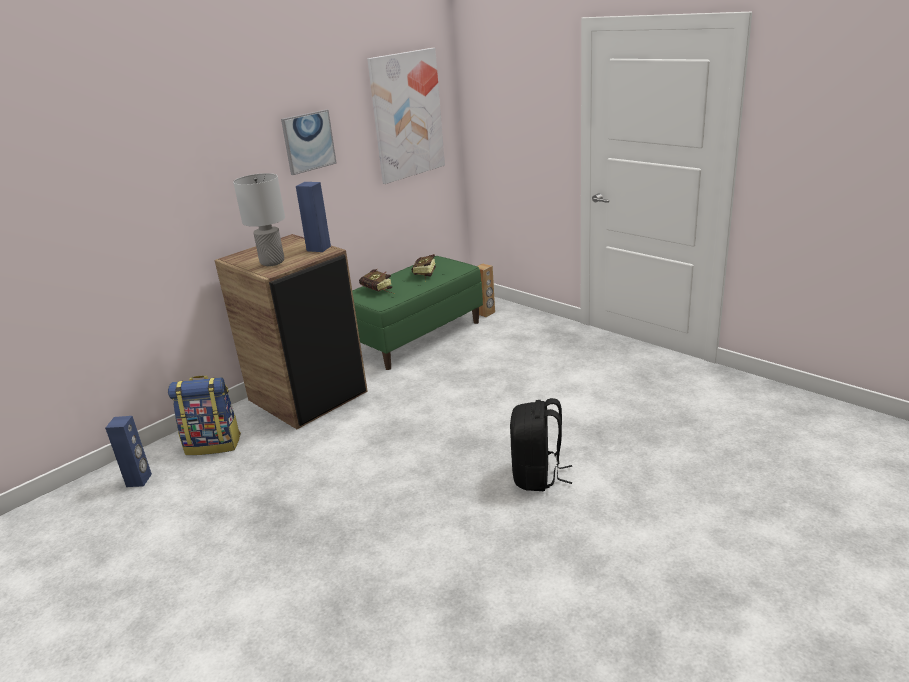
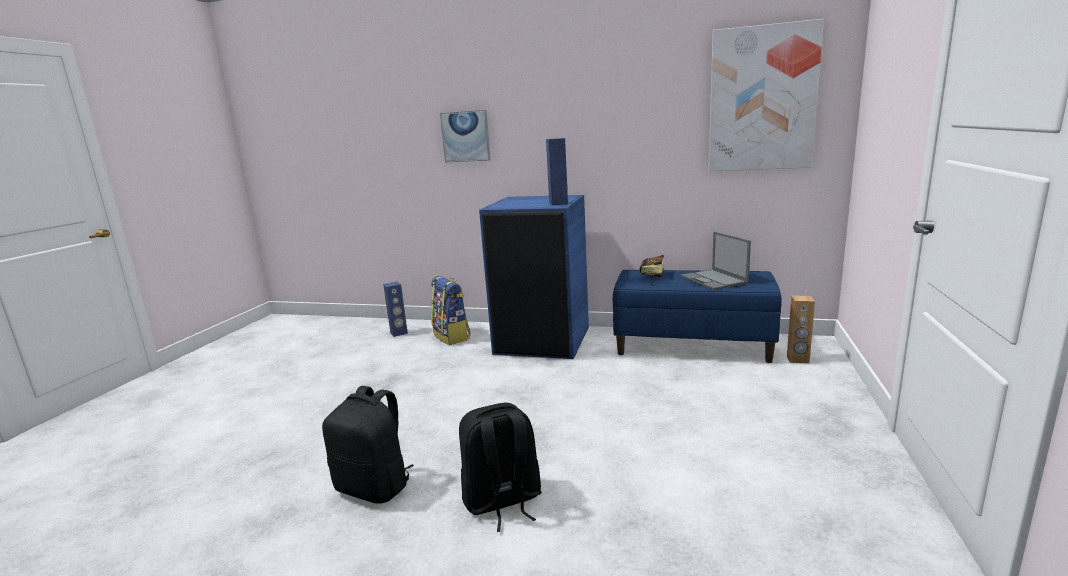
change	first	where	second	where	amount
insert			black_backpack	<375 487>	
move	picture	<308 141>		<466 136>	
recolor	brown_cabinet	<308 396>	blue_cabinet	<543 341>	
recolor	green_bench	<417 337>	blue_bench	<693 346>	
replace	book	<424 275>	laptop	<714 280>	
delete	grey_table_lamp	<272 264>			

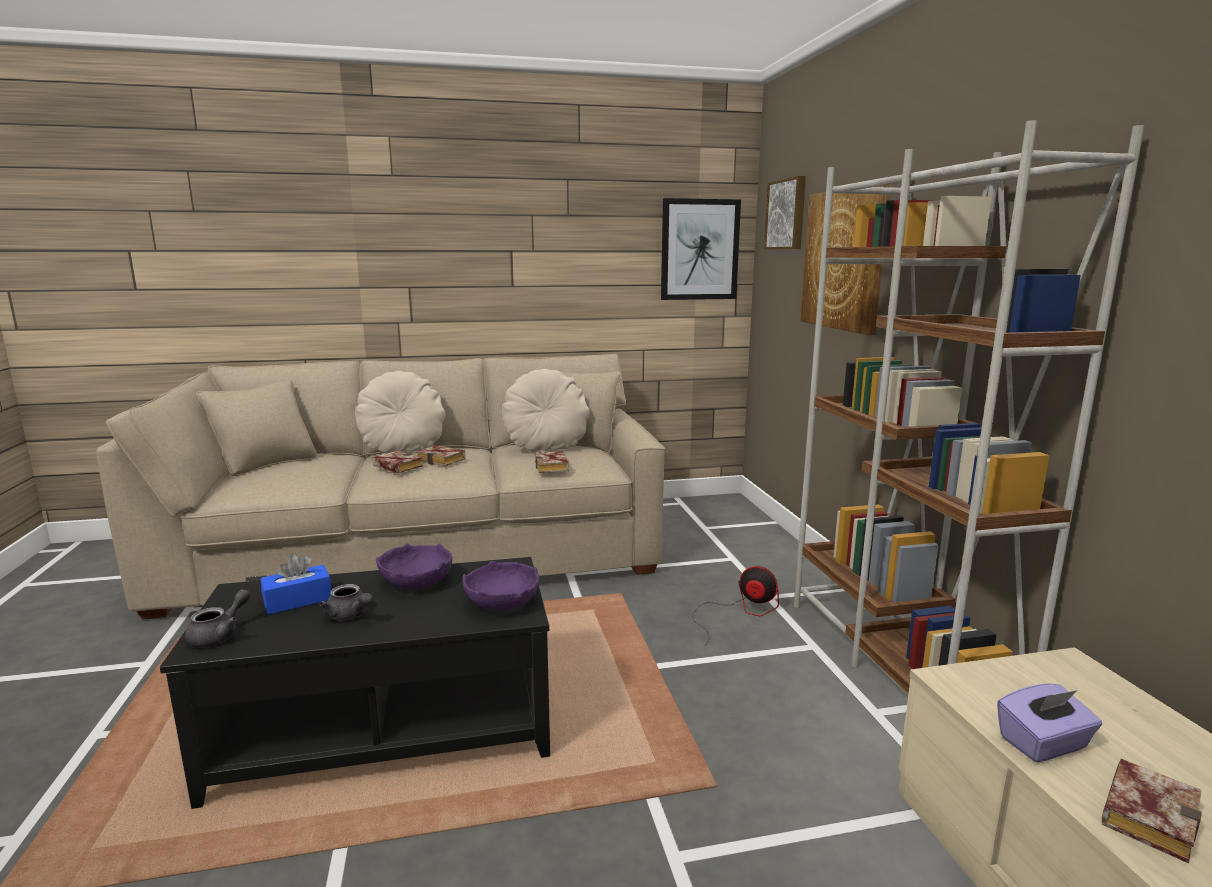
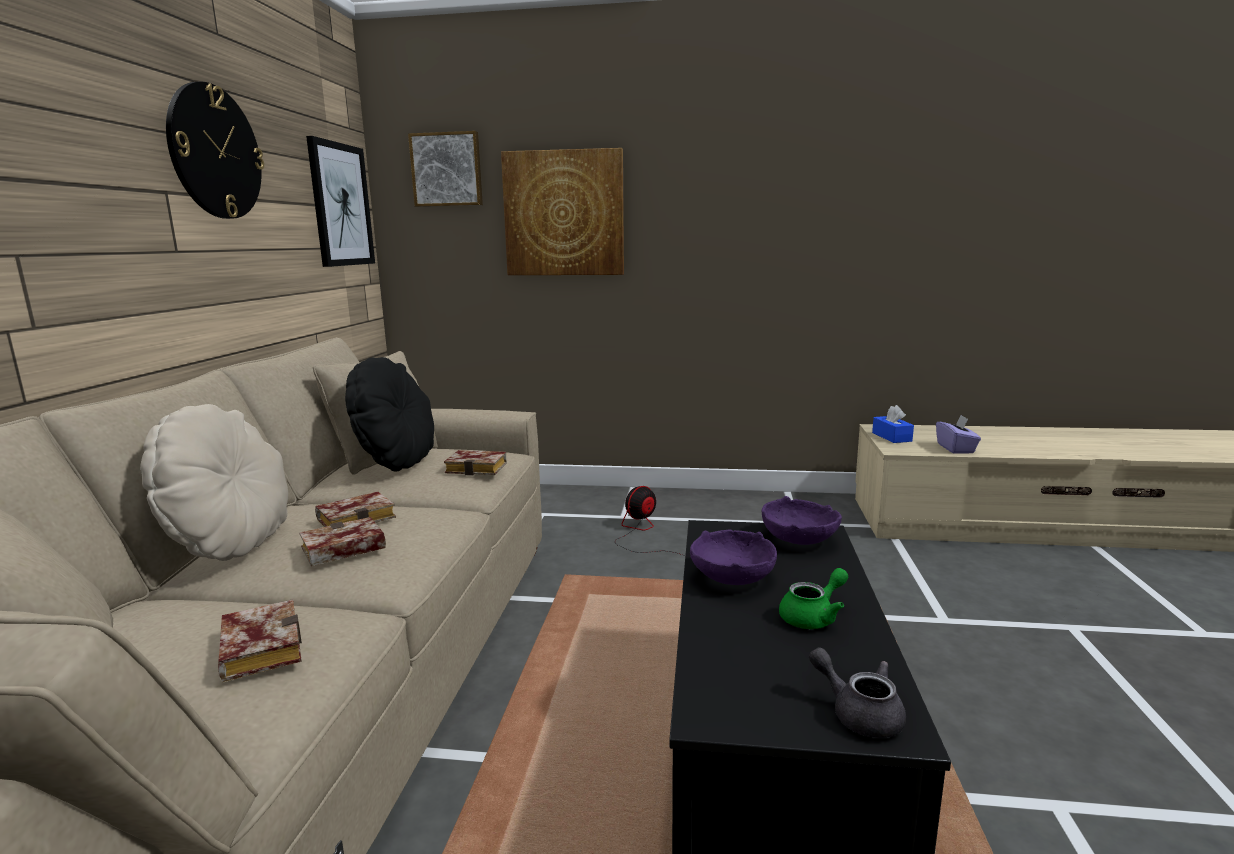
change	first	where	second	where	amount
insert			wall_clock	<215 152>	
move	book	<1145 813>		<258 647>	
recolor	beige_pillow	<546 448>	black_pillow	<397 464>	
recolor	grey_teapot	<350 616>	green_teapot	<813 617>	
move	blue_tissue_box	<298 600>		<891 437>	
delete	brown_bookcase	<894 662>			

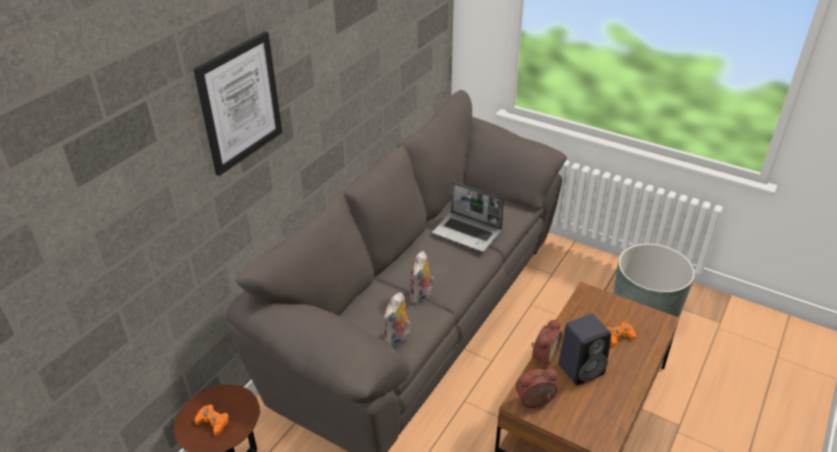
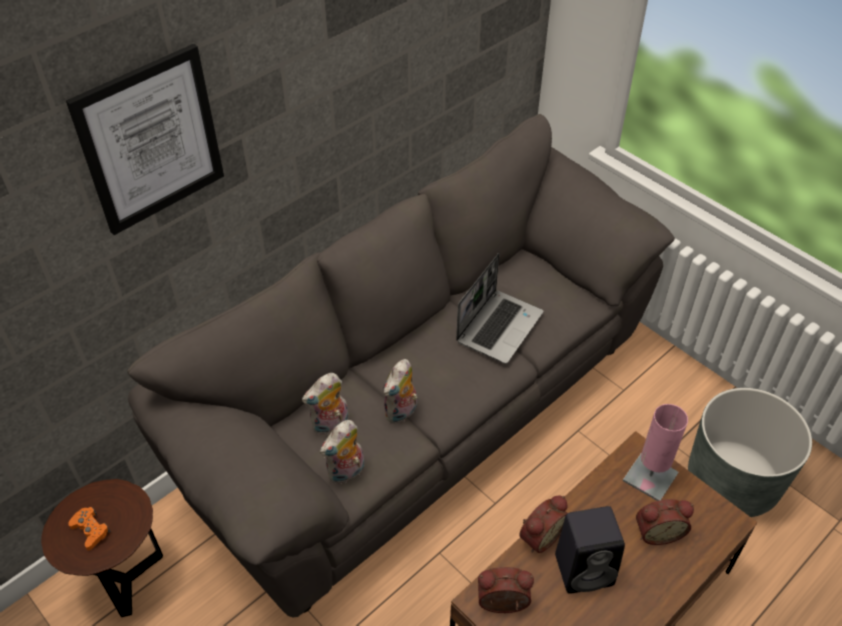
change	first	where	second	where	amount
insert			plush_toy	<330 425>	
rotate	laptop	<468 233>		<499 326>	105 degrees counterclockwise
insert			pink_table_lamp	<650 477>	
replace	orange_game_controller	<619 336>	alarm_clock	<657 531>	

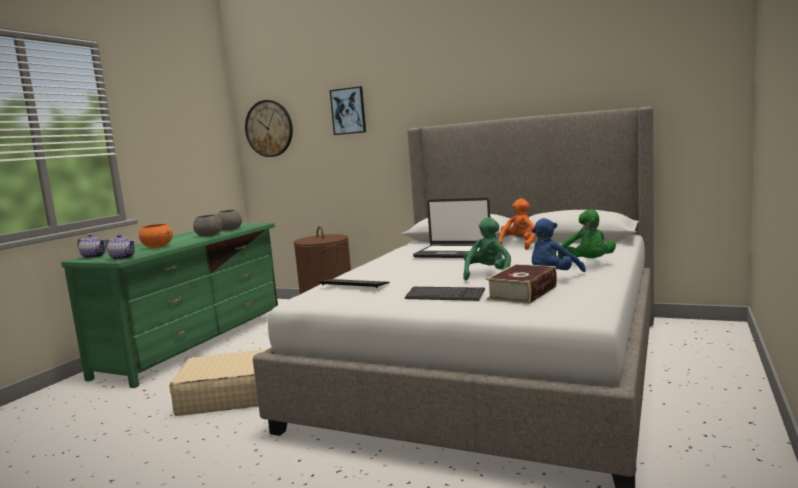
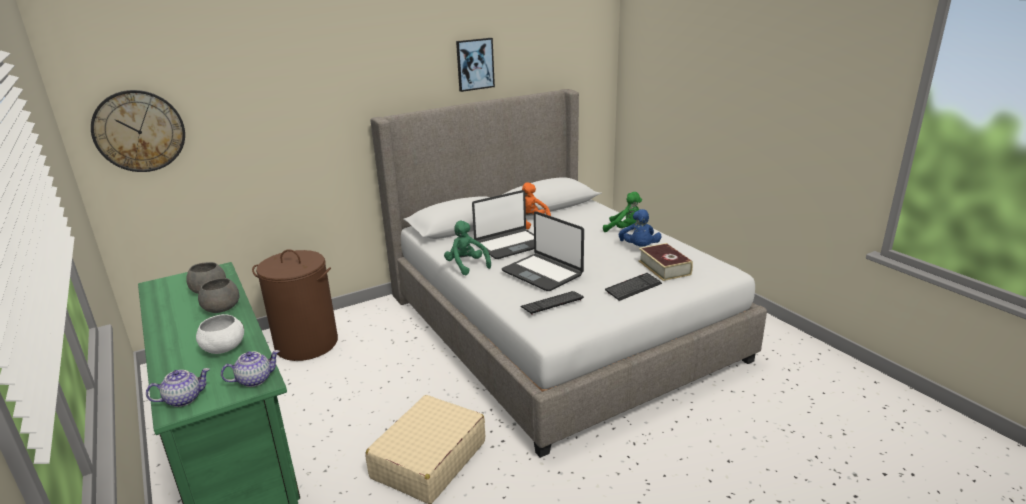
change	first	where	second	where	amount
recolor	orange_bowl	<157 247>	white_bowl	<224 348>	
move	green_plush_toy	<487 276>		<466 266>	
move	picture	<348 111>		<475 64>	
insert			laptop	<543 273>	

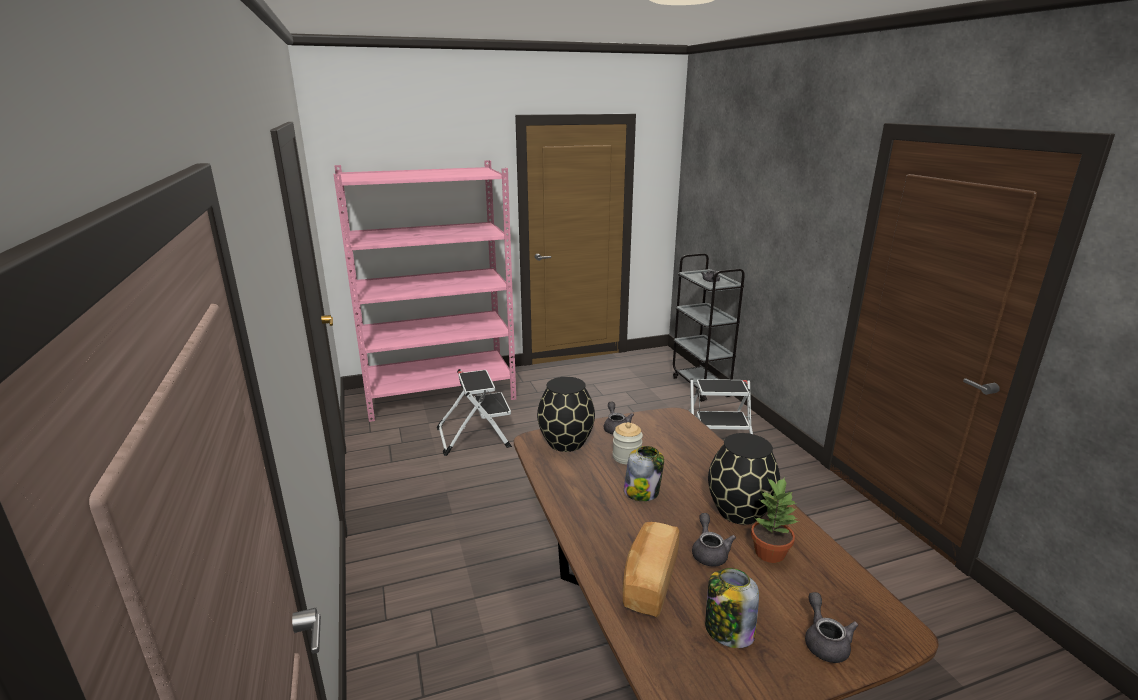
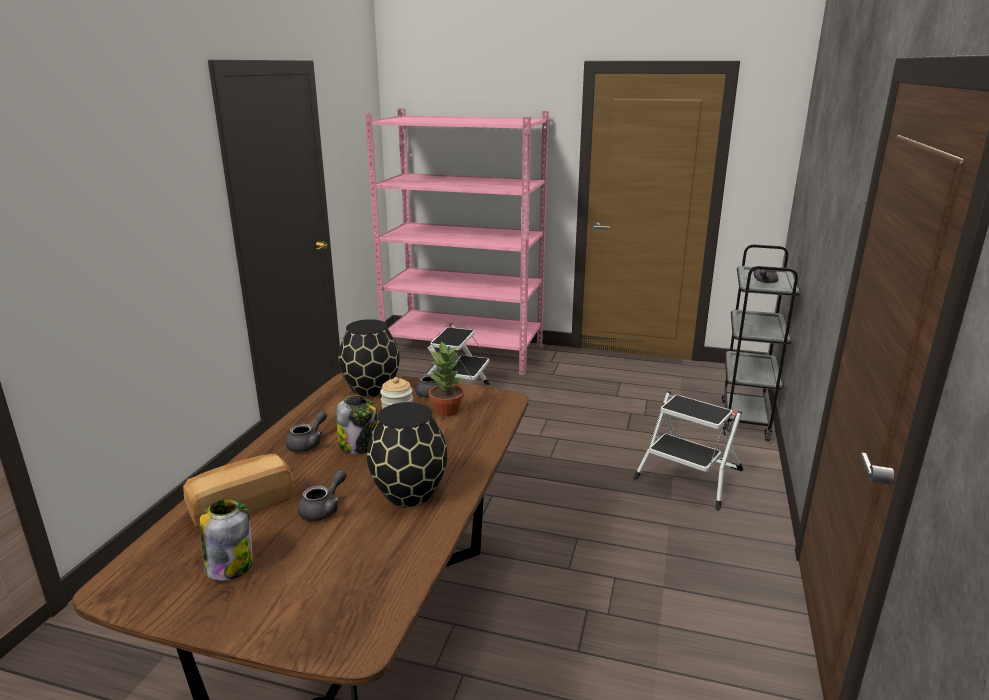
change	first	where	second	where	amount
move	grey_teapot	<824 641>		<308 443>	
move	potted_plant	<769 552>		<447 410>	

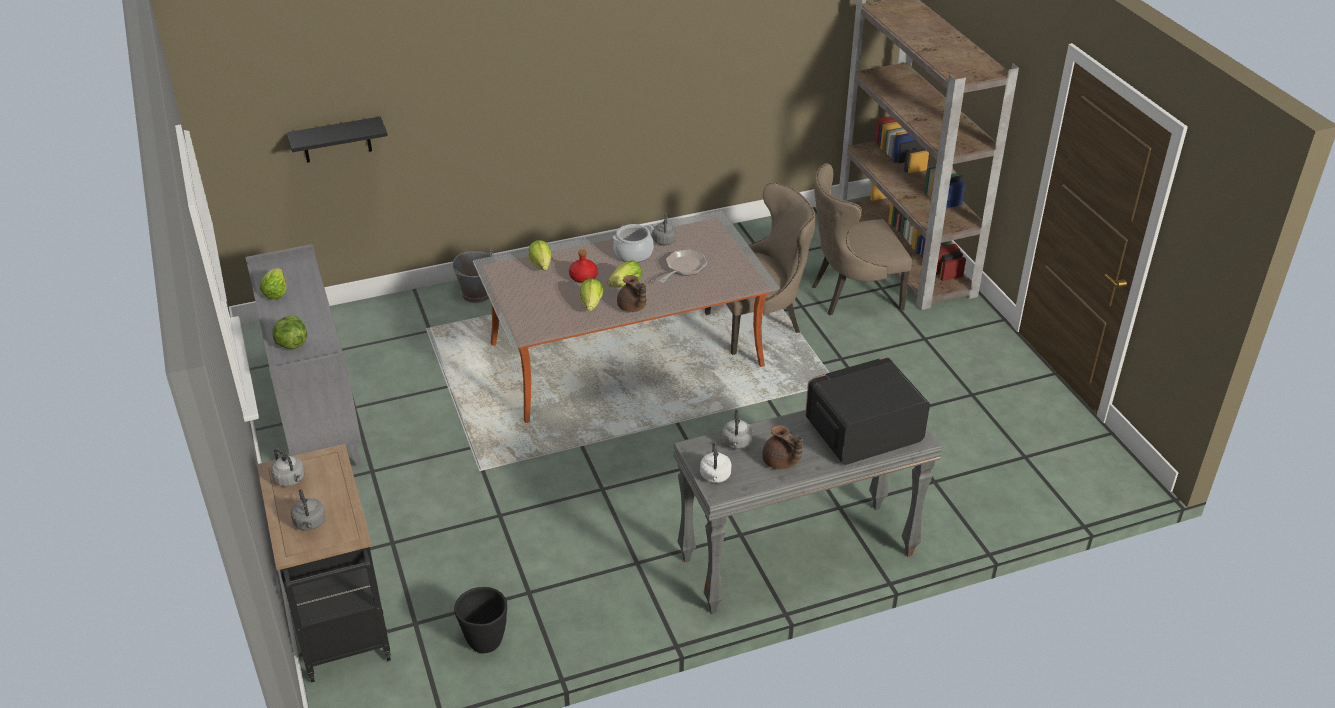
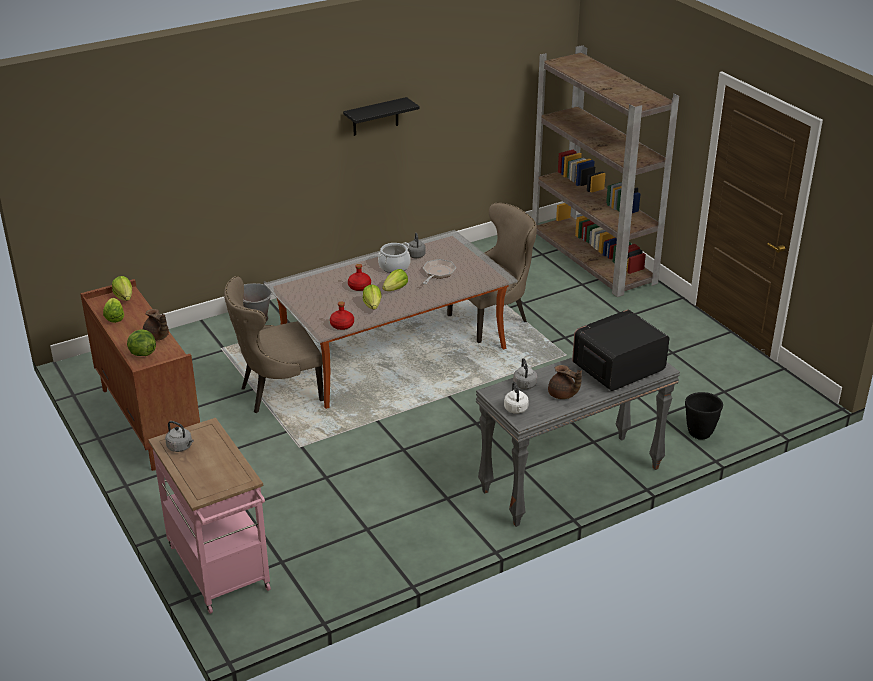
change	first	where	second	where	amount
recolor	grey_cabinet	<316 415>	brown_cabinet	<149 421>	
move	lettuce	<541 265>		<124 297>	
move	brown_teapot	<632 307>		<157 337>	
recolor	black_cart	<341 625>	pink_cart	<220 570>	
move	beige_chair	<852 295>		<277 392>	
insert			red_bottle	<342 325>	
move	black_shelf	<336 140>		<375 117>	
move	black_planter	<485 642>		<699 433>	
delete	grey_kettle	<310 523>			

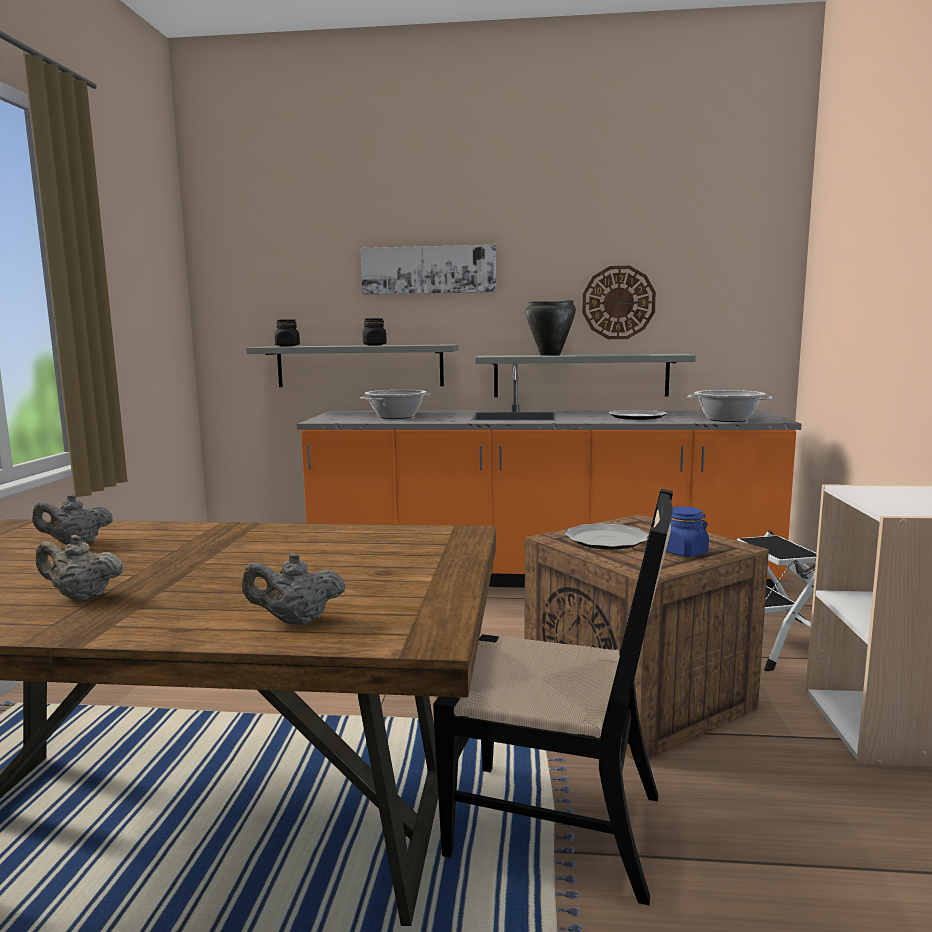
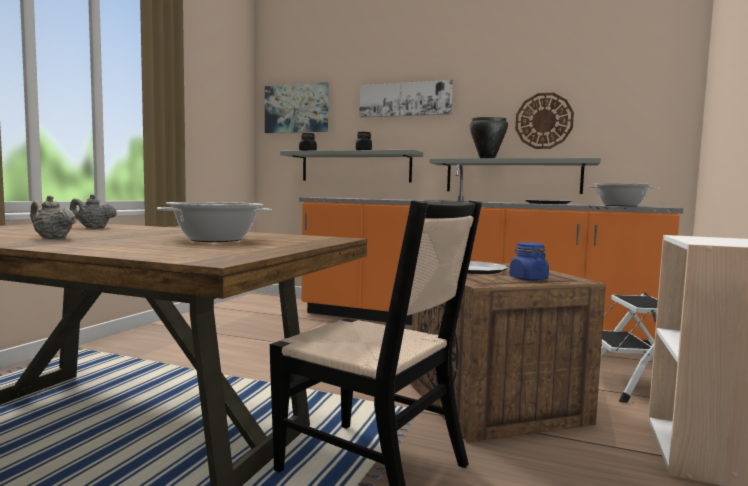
change	first	where	second	where	amount
move	cooking_pot	<396 416>		<216 239>	
insert			picture	<296 108>	
delete	grey_teapot	<295 621>			

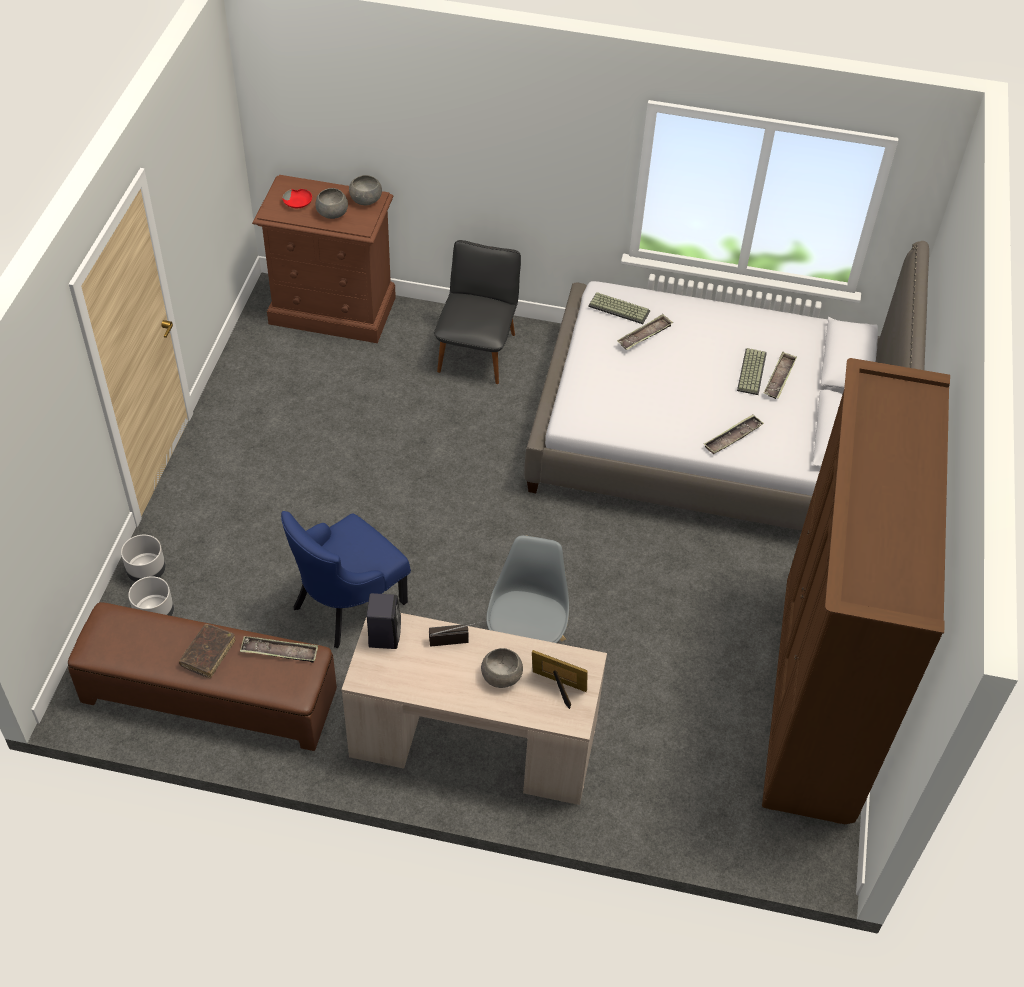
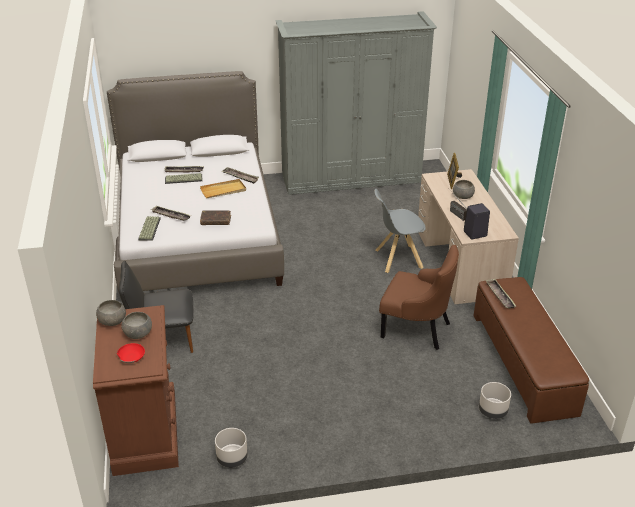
change	first	where	second	where	amount
insert			beige_tray	<223 190>	
move	brown_book	<208 654>		<215 221>	
move	grey_planter	<146 571>		<232 459>	
recolor	brown_wardrobe	<817 696>	grey_wardrobe	<351 178>	
recolor	blue_chair	<349 602>	brown_chair	<414 329>	

